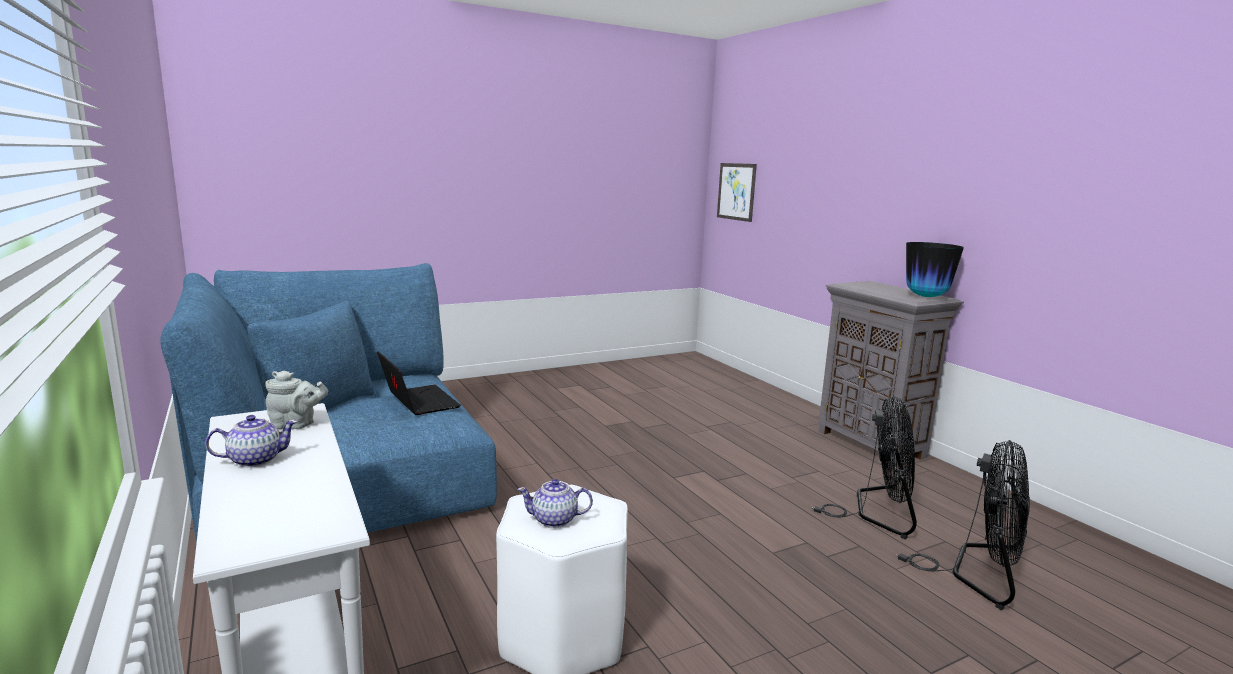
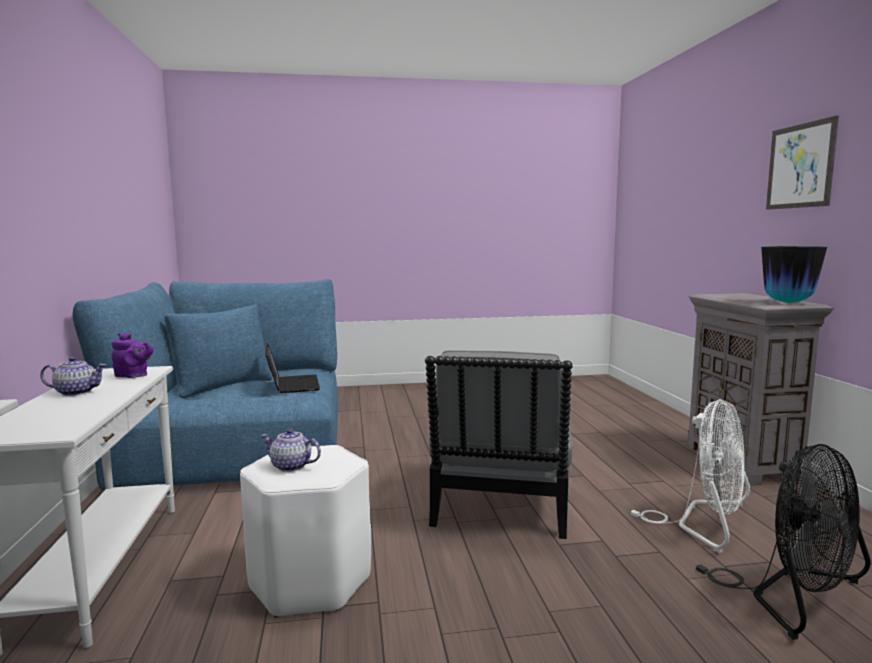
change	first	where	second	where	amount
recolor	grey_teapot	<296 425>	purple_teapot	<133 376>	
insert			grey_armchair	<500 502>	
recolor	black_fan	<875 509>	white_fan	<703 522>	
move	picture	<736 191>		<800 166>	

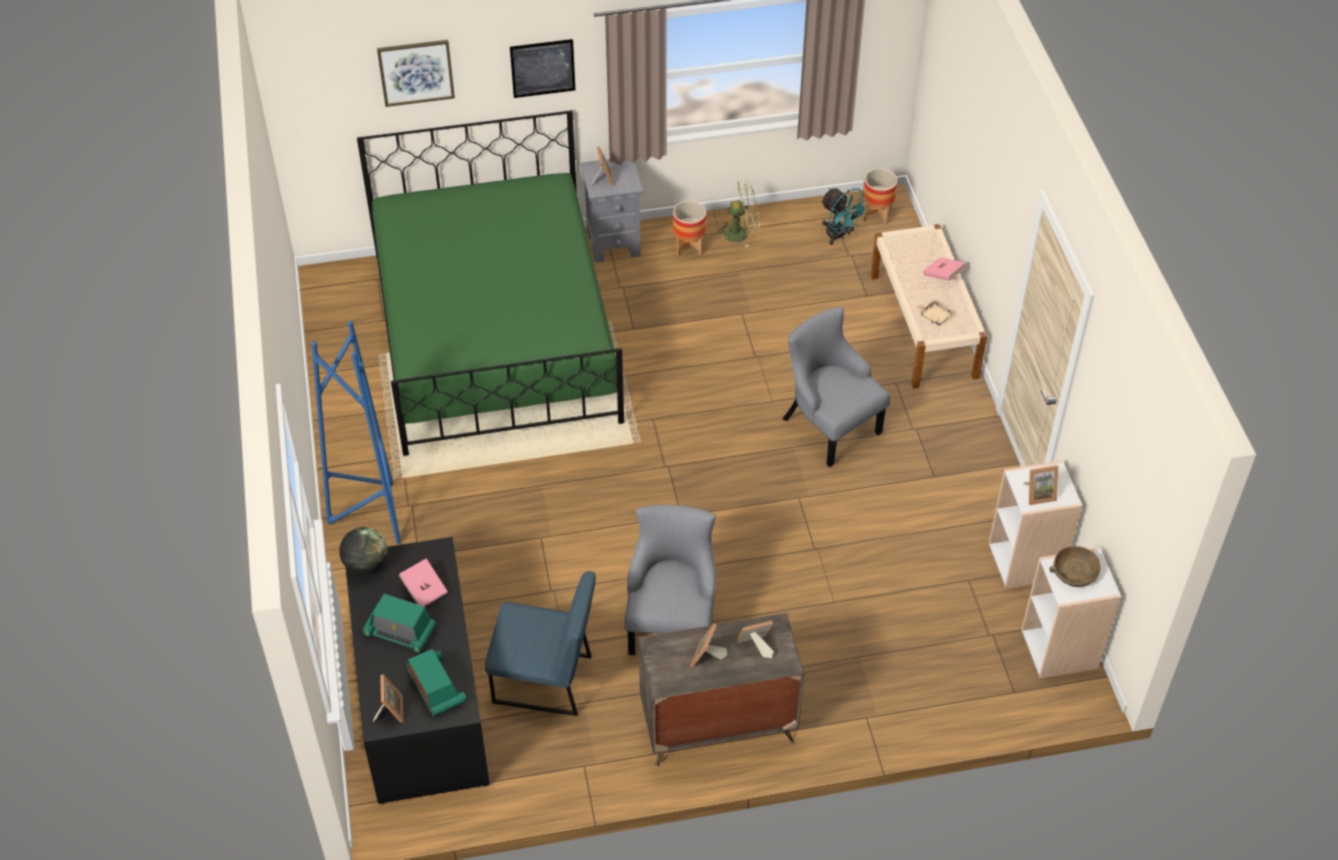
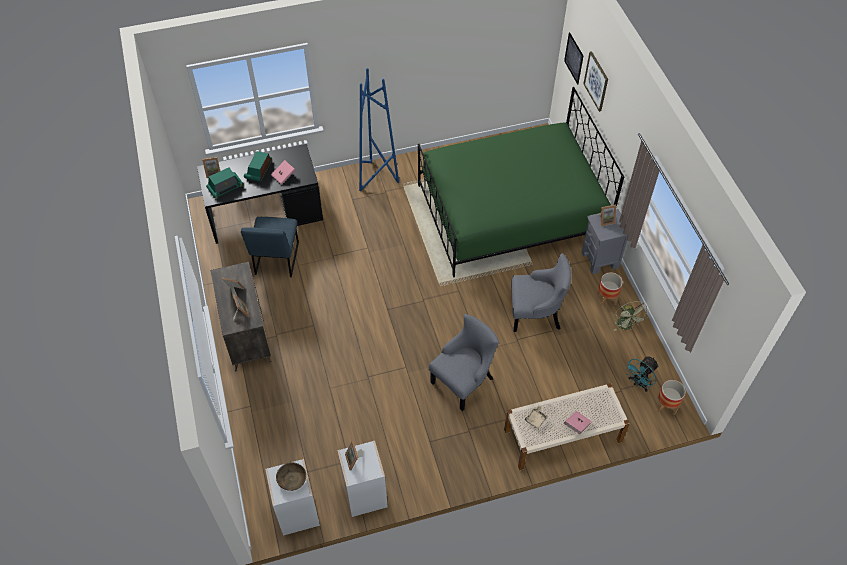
change	first	where	second	where	amount
move	grey_armchair	<671 625>		<534 315>	
move	picture	<542 68>		<574 58>	
delete	globe	<366 565>			

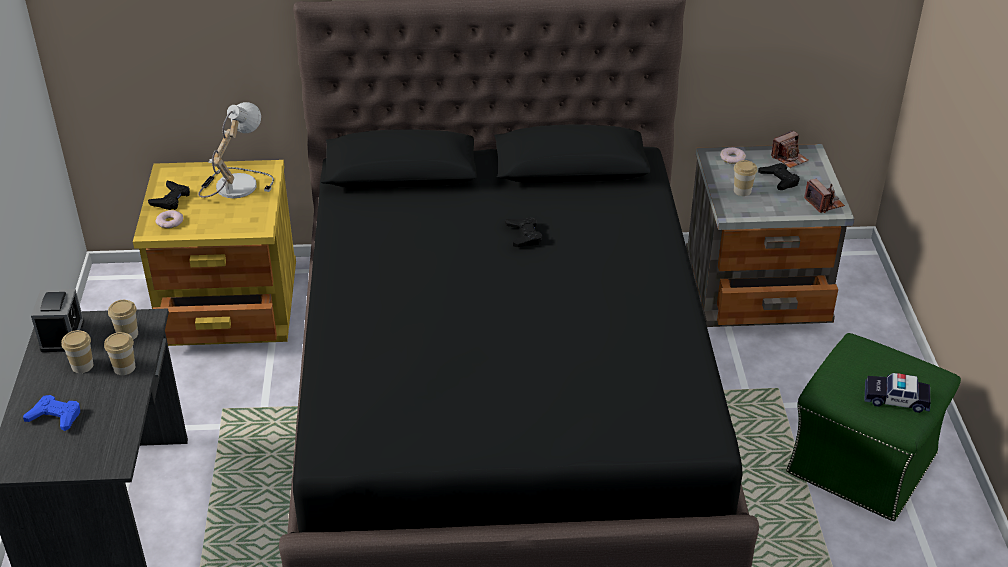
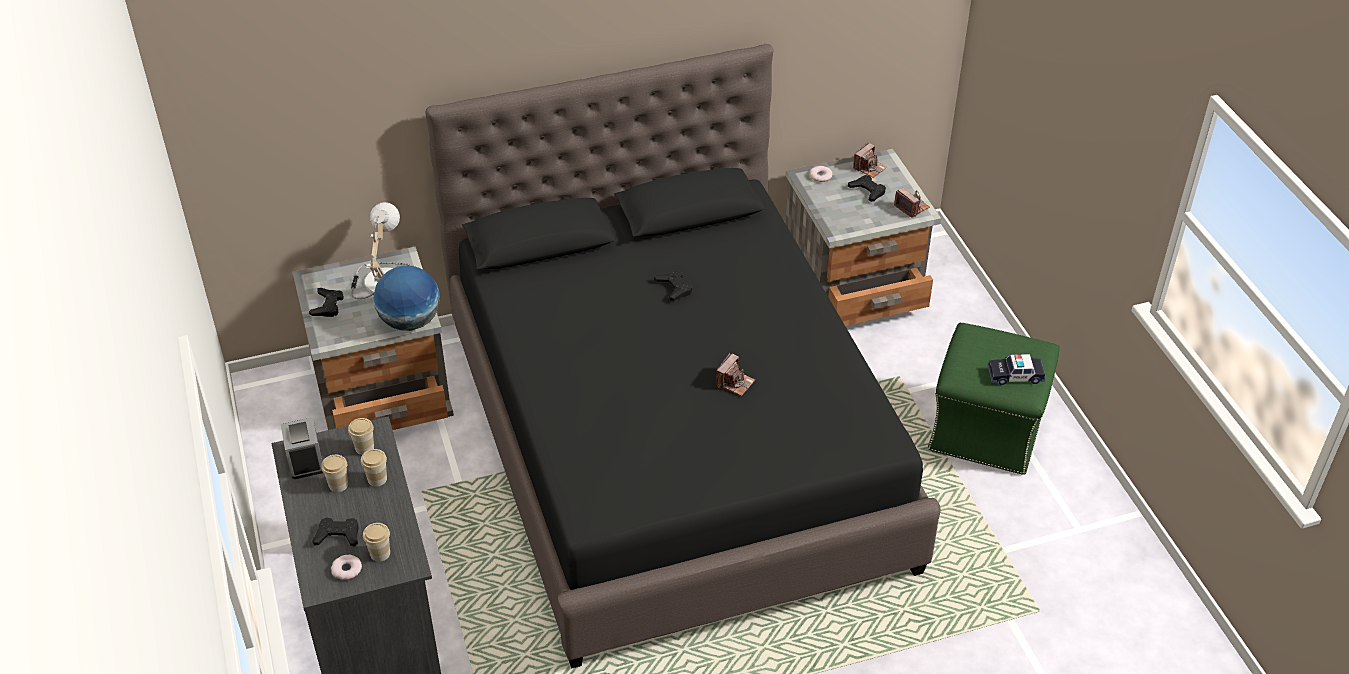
change	first	where	second	where	amount
recolor	yellow_nightstand	<229 307>	grey_nightstand	<384 392>	
recolor	blue_game_controller	<55 416>	black_game_controller	<338 535>	
move	donut	<170 222>		<346 569>	
move	cup	<742 191>		<380 553>	
insert			globe	<410 321>	
insert			photo_camera	<735 382>	

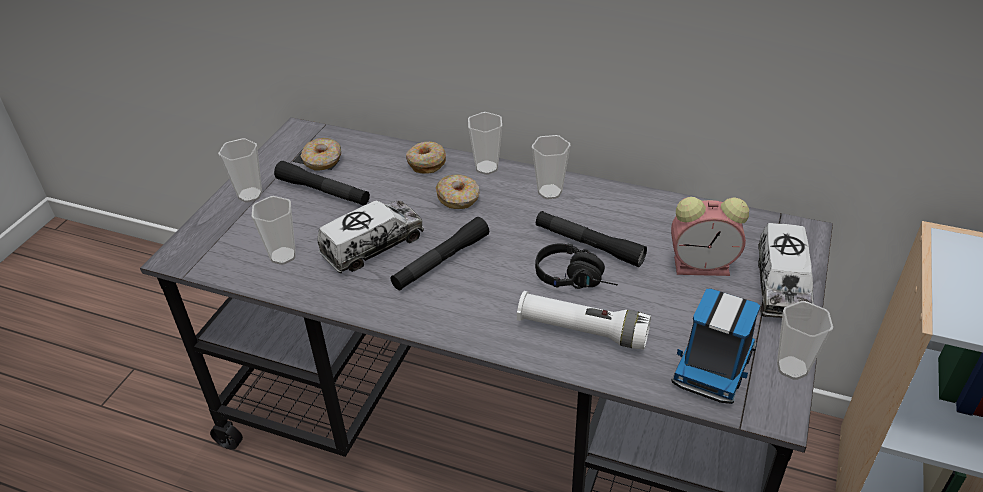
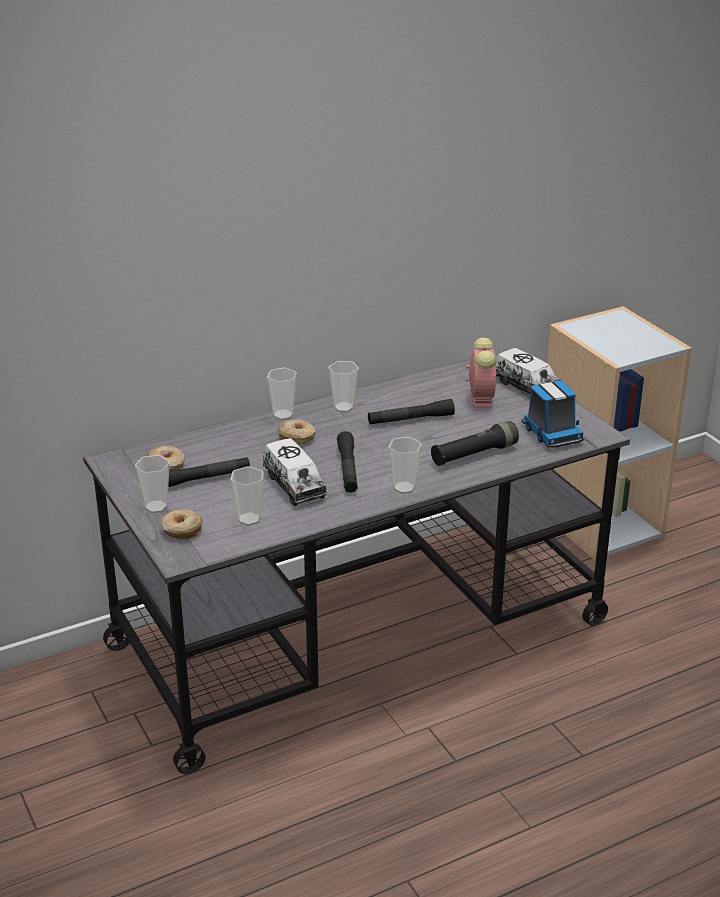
change	first	where	second	where	amount
move	donut	<426 163>		<181 530>	
rotate	toy_truck	<372 246>		<294 485>	150 degrees clockwise
move	cup	<792 368>		<404 488>	
recolor	white_flashlight	<582 331>	black_flashlight	<474 454>	
rotate	alarm_clock	<704 265>		<480 398>	45 degrees counterclockwise
delete	black_headphones	<577 279>			

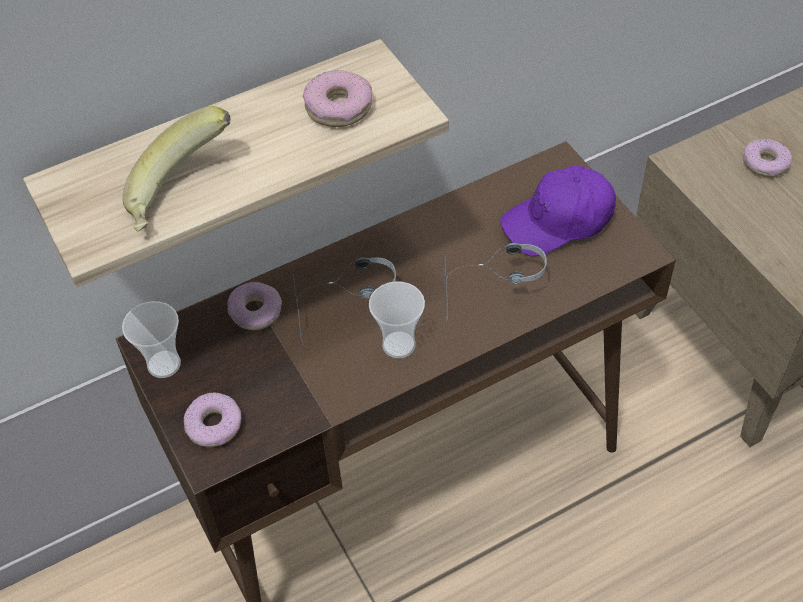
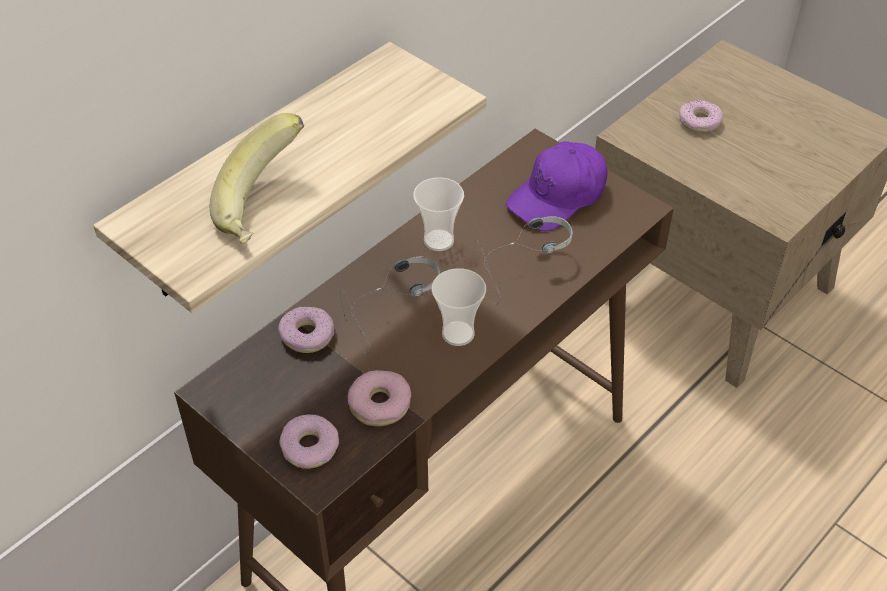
change	first	where	second	where	amount
move	donut	<338 107>		<380 404>	
move	cup	<164 364>		<438 240>	

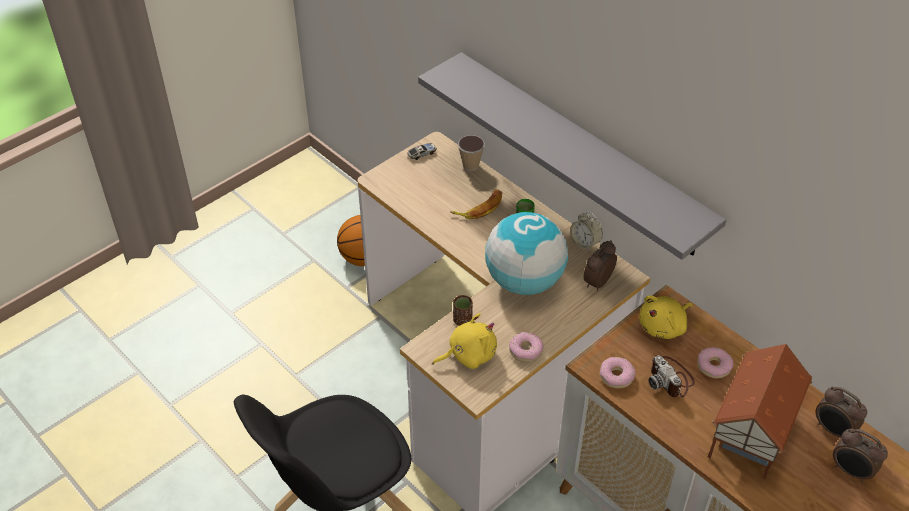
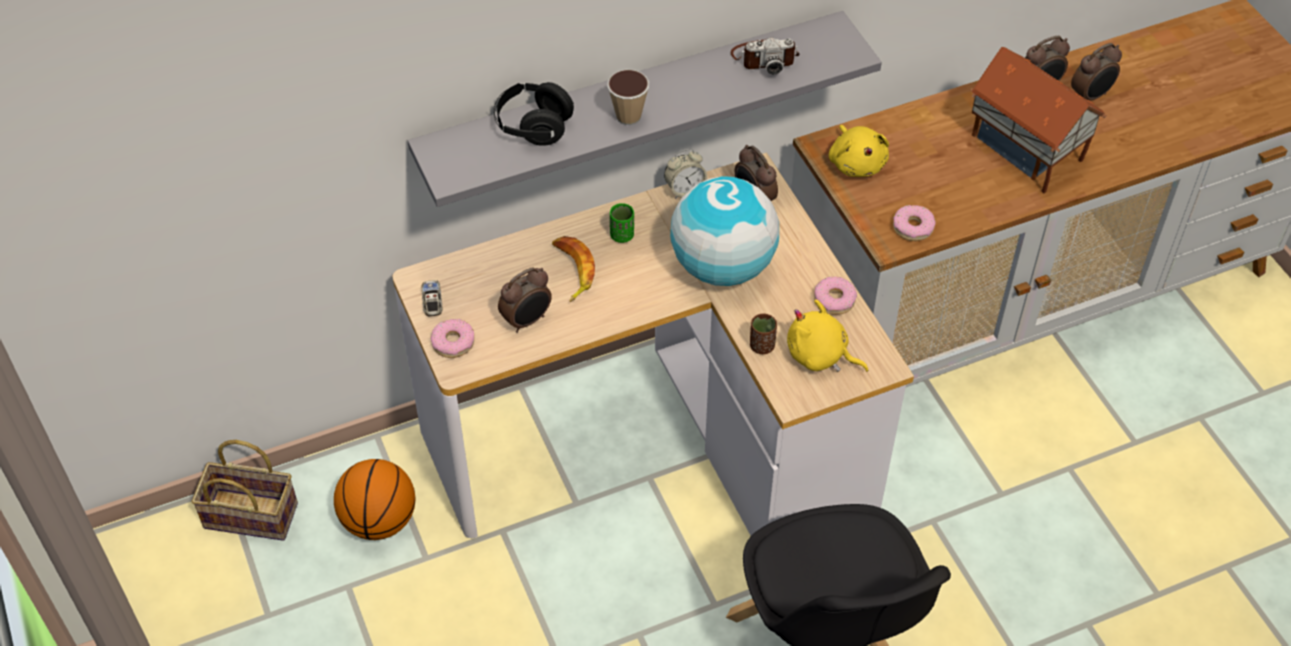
change	first	where	second	where	amount
insert			basket	<253 514>	
move	donut	<714 366>		<453 342>	
insert			black_headphones	<533 127>	
insert			alarm_clock	<527 320>	
move	cup	<470 165>		<628 116>	
move	photo_camera	<671 379>		<764 58>	
rotate	yellow_plush_toy	<469 354>		<820 356>	60 degrees counterclockwise

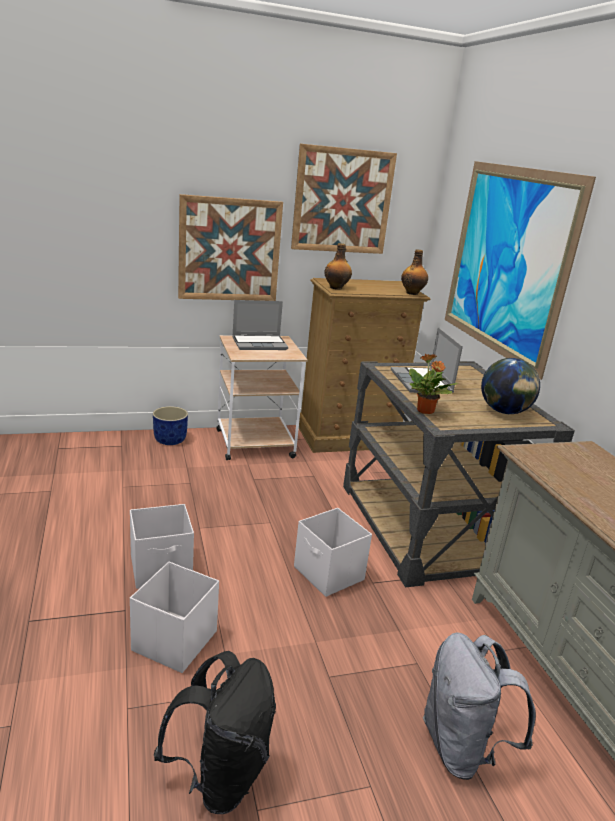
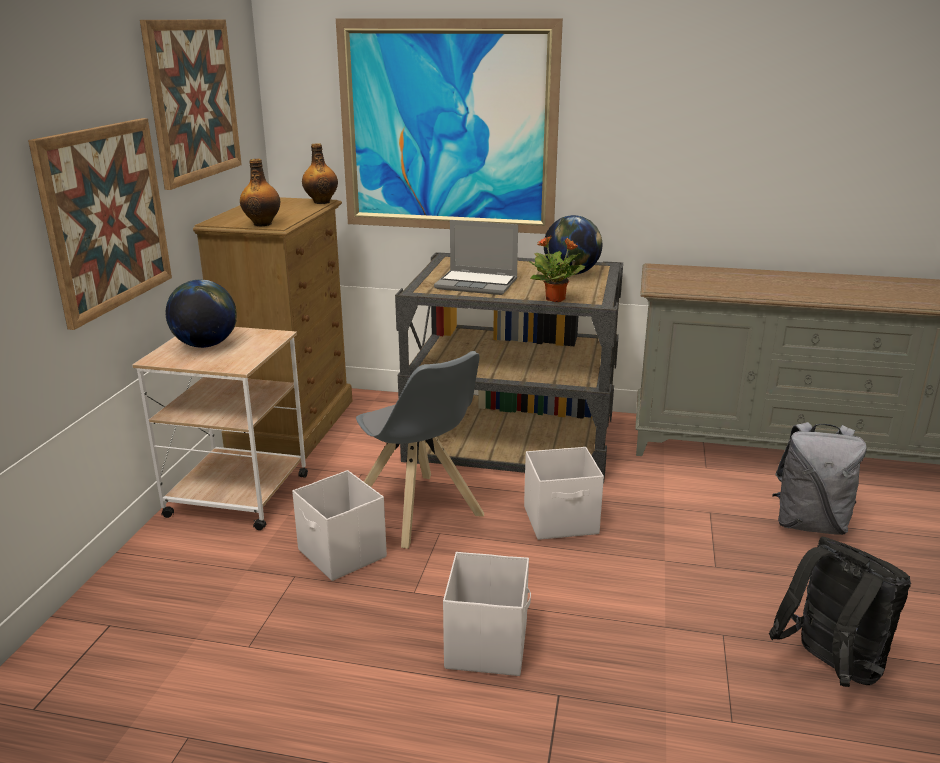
change	first	where	second	where	amount
replace	laptop	<260 344>	globe	<205 345>	
move	white_storage_box	<173 642>		<342 554>	
insert			grey_chair	<419 511>	
delete	blue_planter	<170 440>			

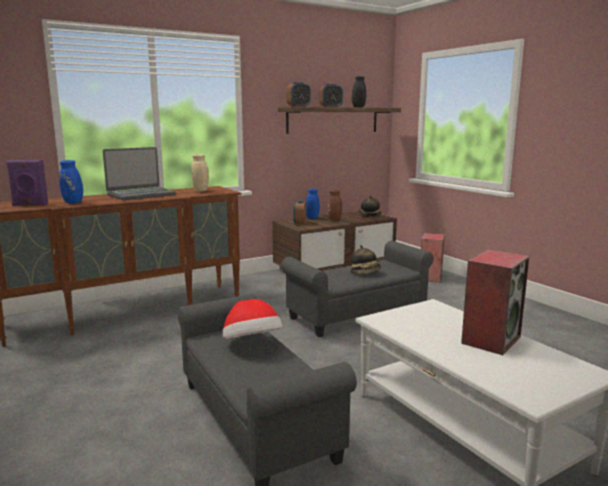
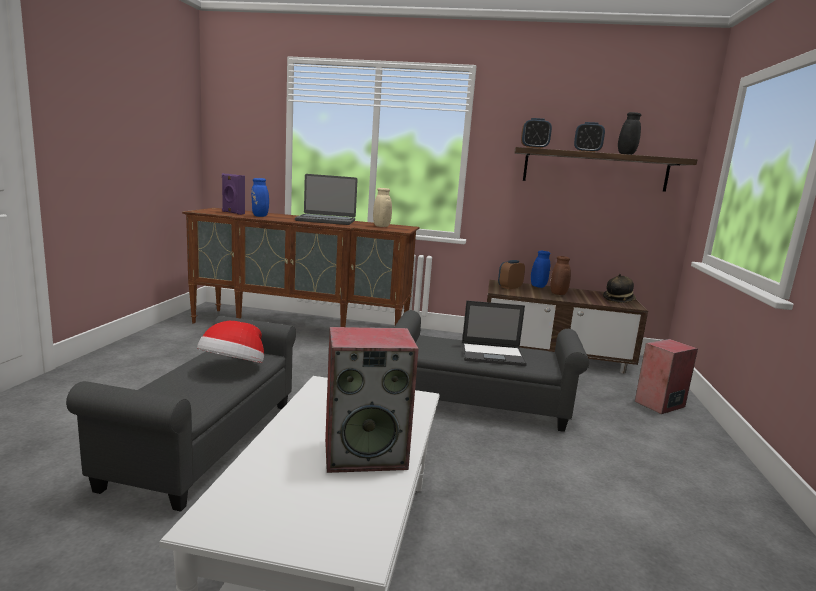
change	first	where	second	where	amount
replace	hat	<365 272>	laptop	<493 355>	

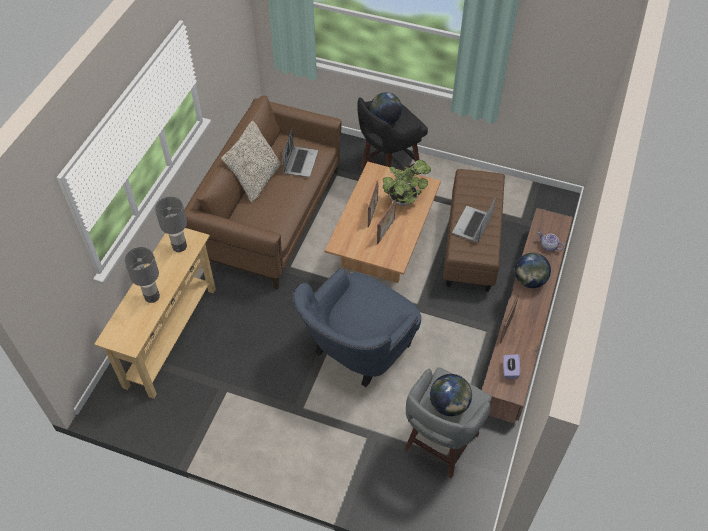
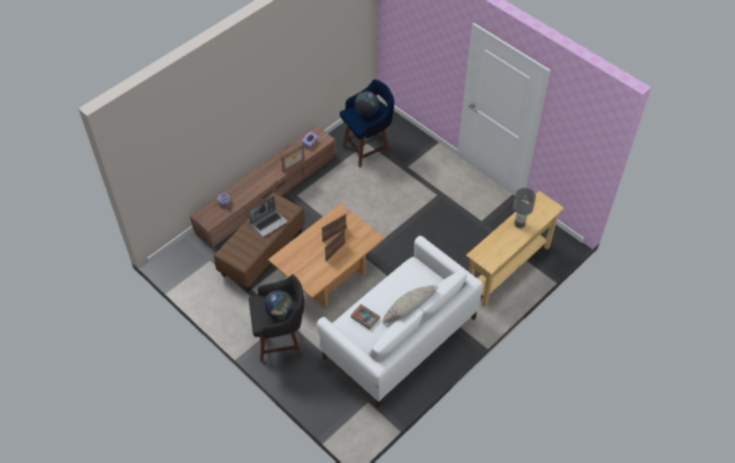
change	first	where	second	where	amount
recolor	brown_sofa	<270 216>	white_sofa	<399 337>	
recolor	grey_stool	<439 444>	blue_stool	<368 149>	
replace	laptop	<300 162>	book	<365 317>	
delete	grey_table_lamp	<180 247>			
delete	blue_armchair	<357 350>			
delete	potted_plant	<404 199>			
delete	globe	<529 281>			

